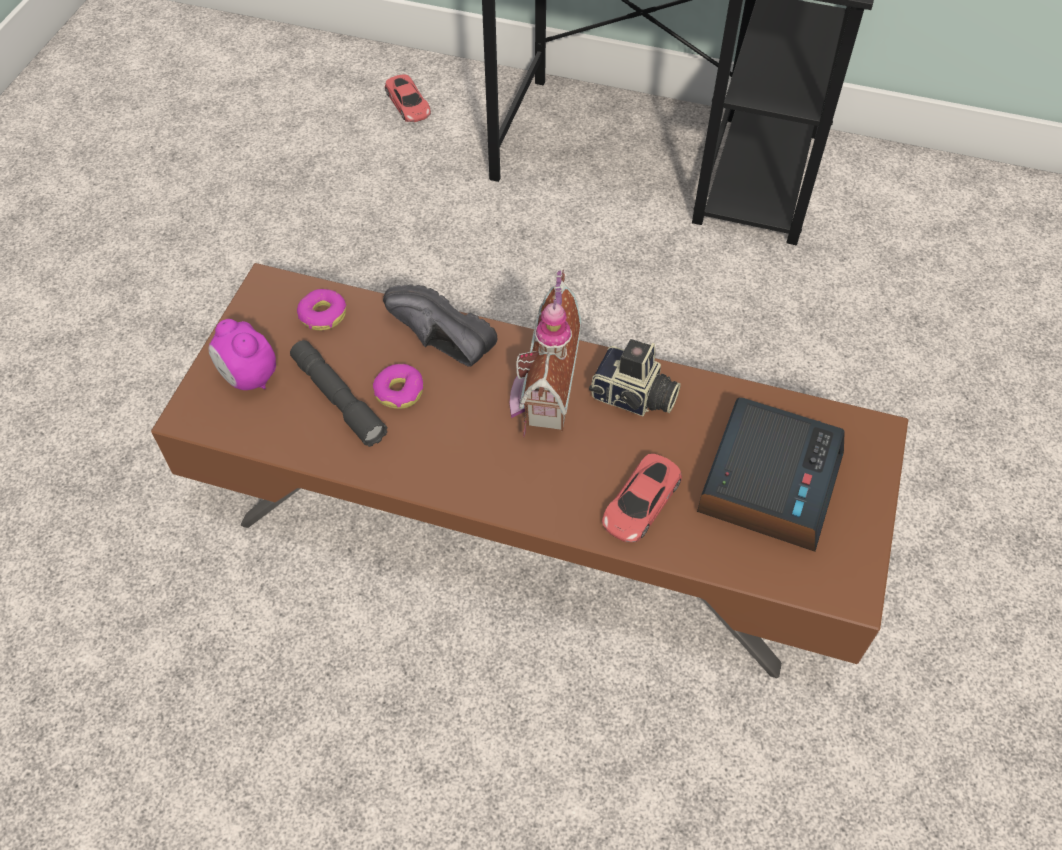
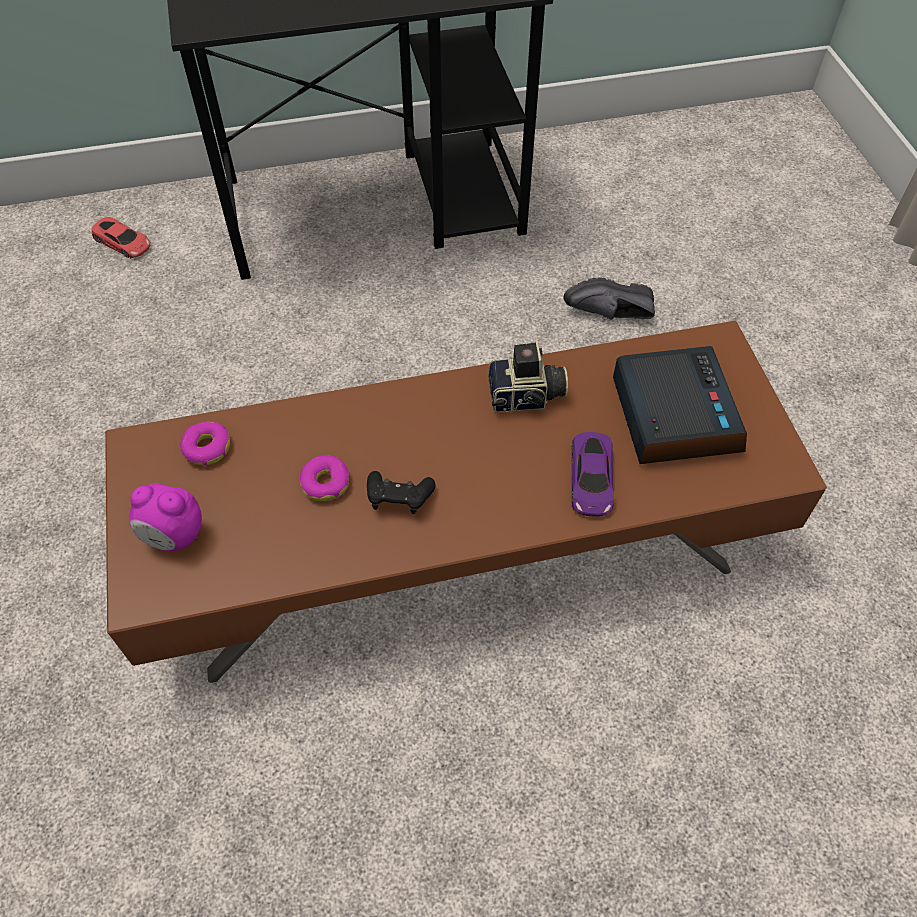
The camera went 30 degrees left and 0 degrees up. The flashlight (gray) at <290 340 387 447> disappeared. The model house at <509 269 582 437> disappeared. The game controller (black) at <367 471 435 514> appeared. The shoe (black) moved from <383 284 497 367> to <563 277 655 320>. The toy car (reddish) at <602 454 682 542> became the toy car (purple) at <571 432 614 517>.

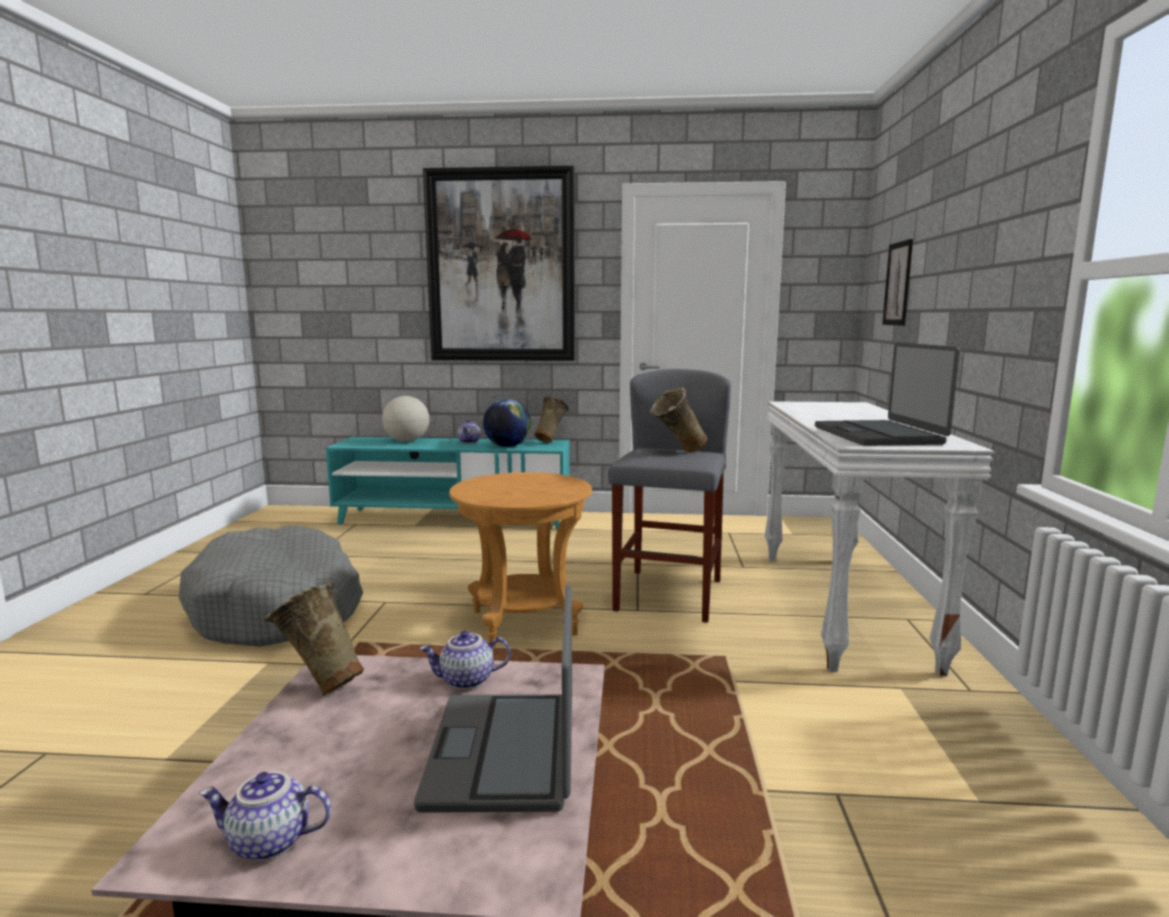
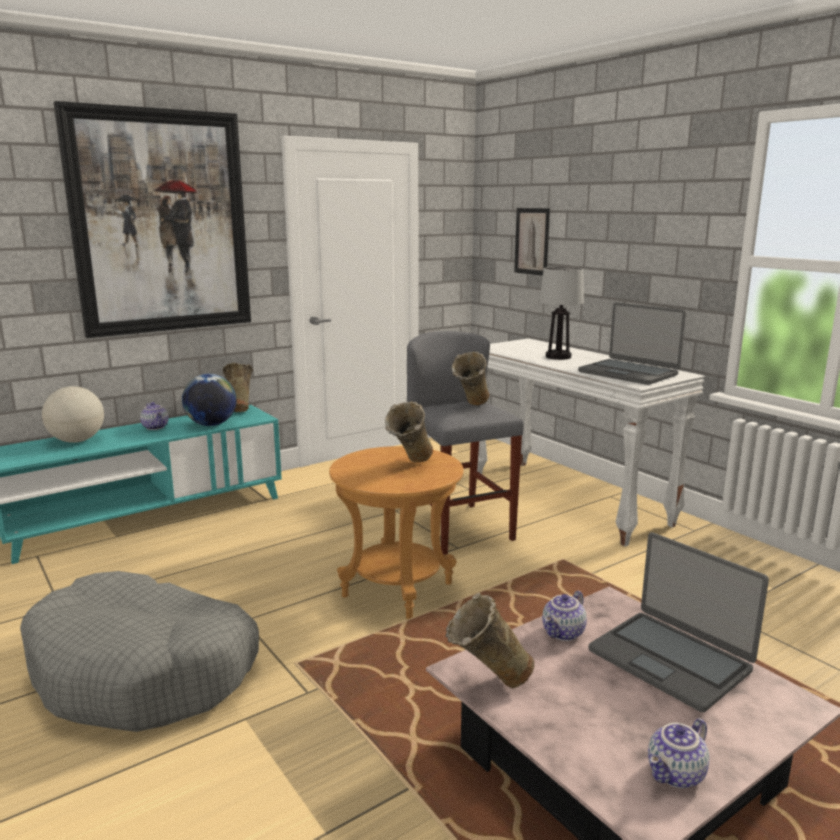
The camera went 40 degrees left and 5 degrees up. The flower vase (sand-coloured) at <385 401 433 463> appeared. The table lamp at <539 267 584 360> appeared.

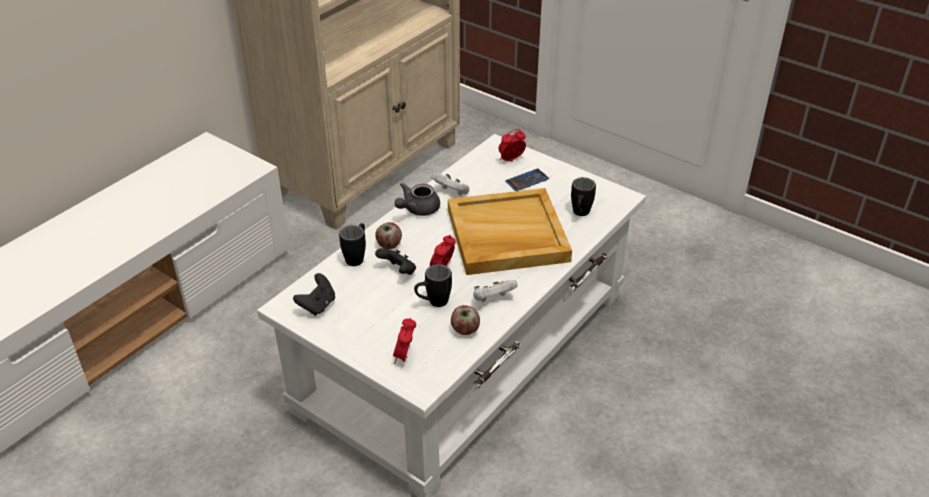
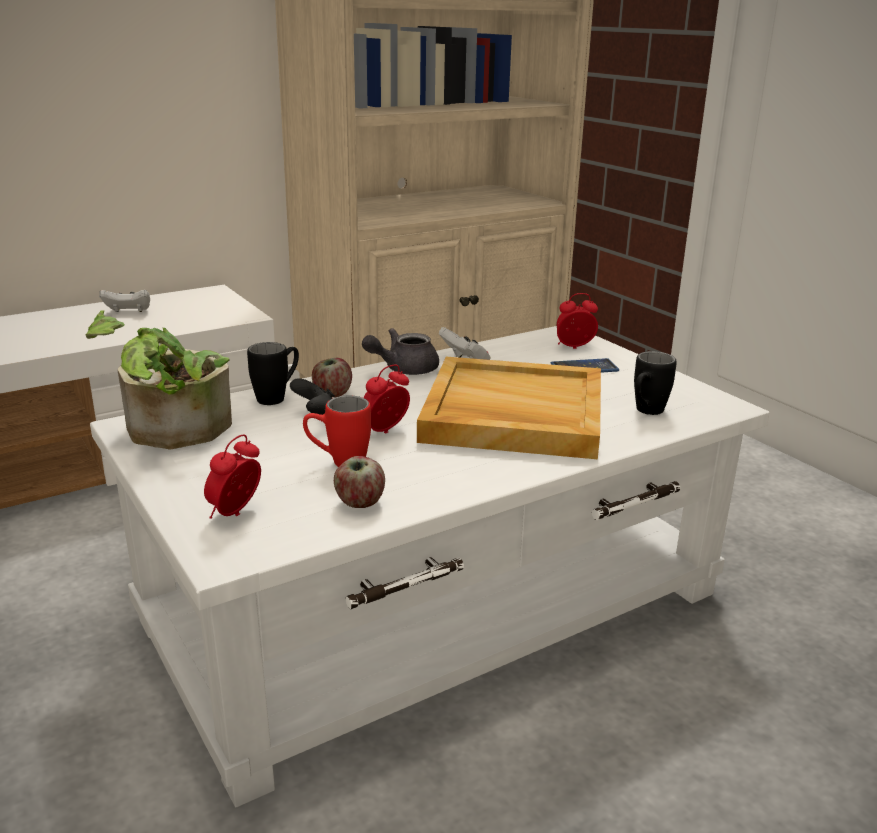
The camera went 20 degrees right and 15 degrees down. The game controller (whitish) moved from <473 280 518 302> to <99 290 150 312>. The game controller (black) at <293 273 335 316> was replaced by the potted plant at <86 310 232 450>. The coffee mug (black) at <414 264 452 307> became the coffee mug (reddish) at <303 396 371 467>.

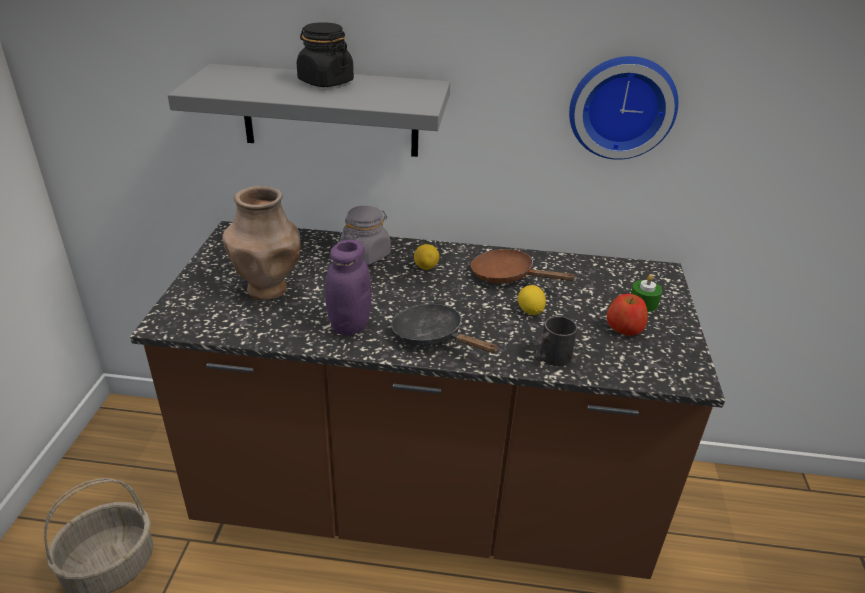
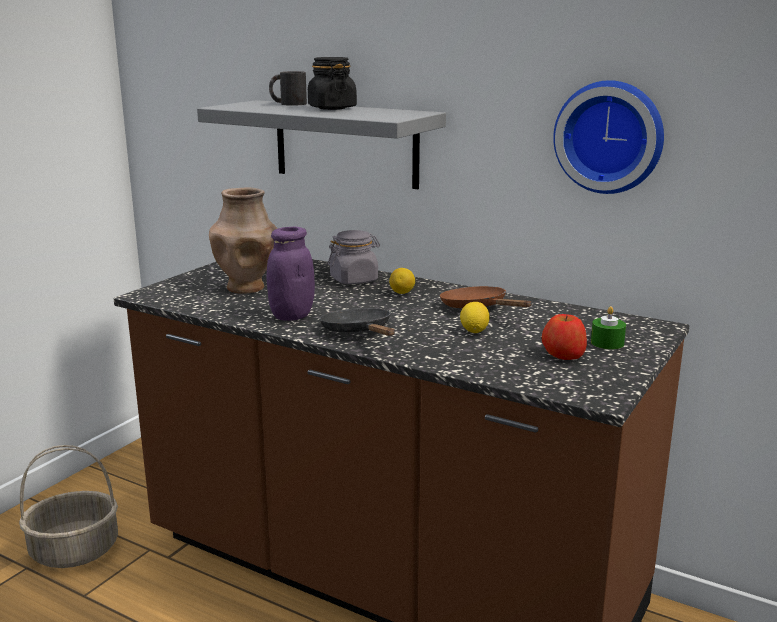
The camera went 25 degrees right and 15 degrees down. The coffee mug (black) moved from <534 316 577 366> to <269 71 307 106>.

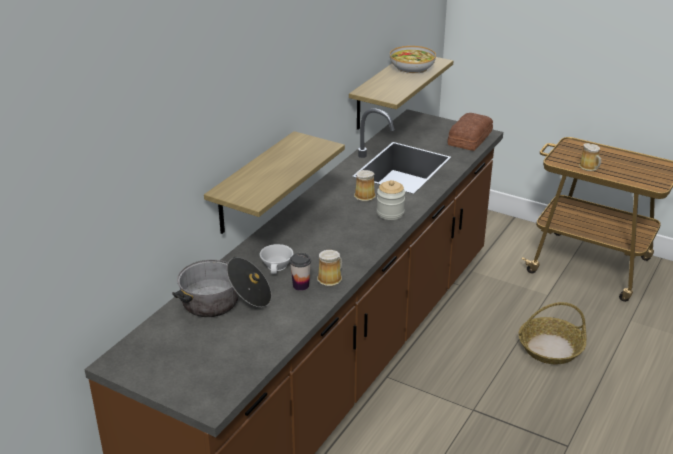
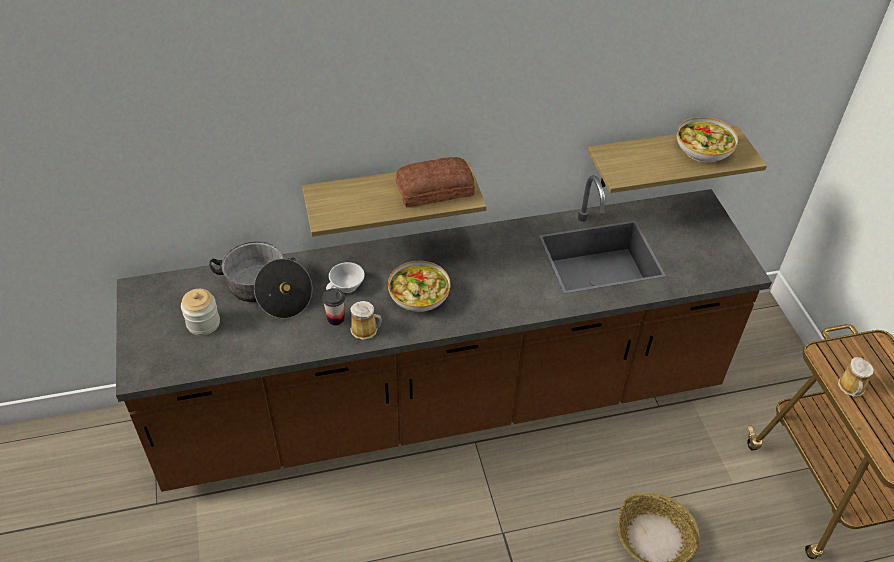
The camera went 45 degrees right and 15 degrees up. The coffee mug at <354 170 376 201> disappeared. The bowl at <388 261 450 312> appeared. The jar moved from <377 180 405 220> to <181 289 220 336>. The baked bread moved from <447 113 493 151> to <396 157 475 207>.

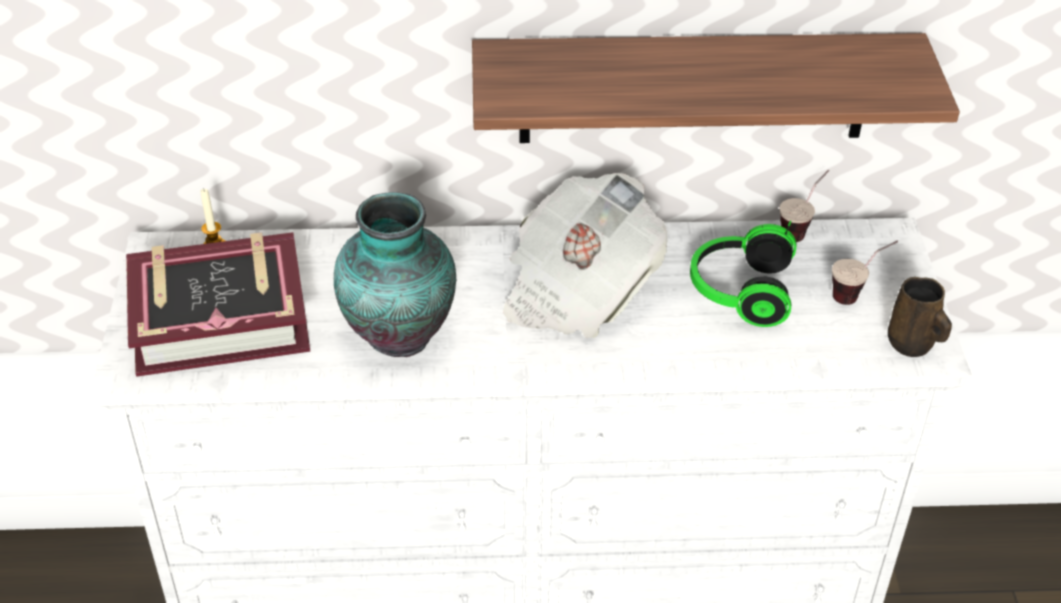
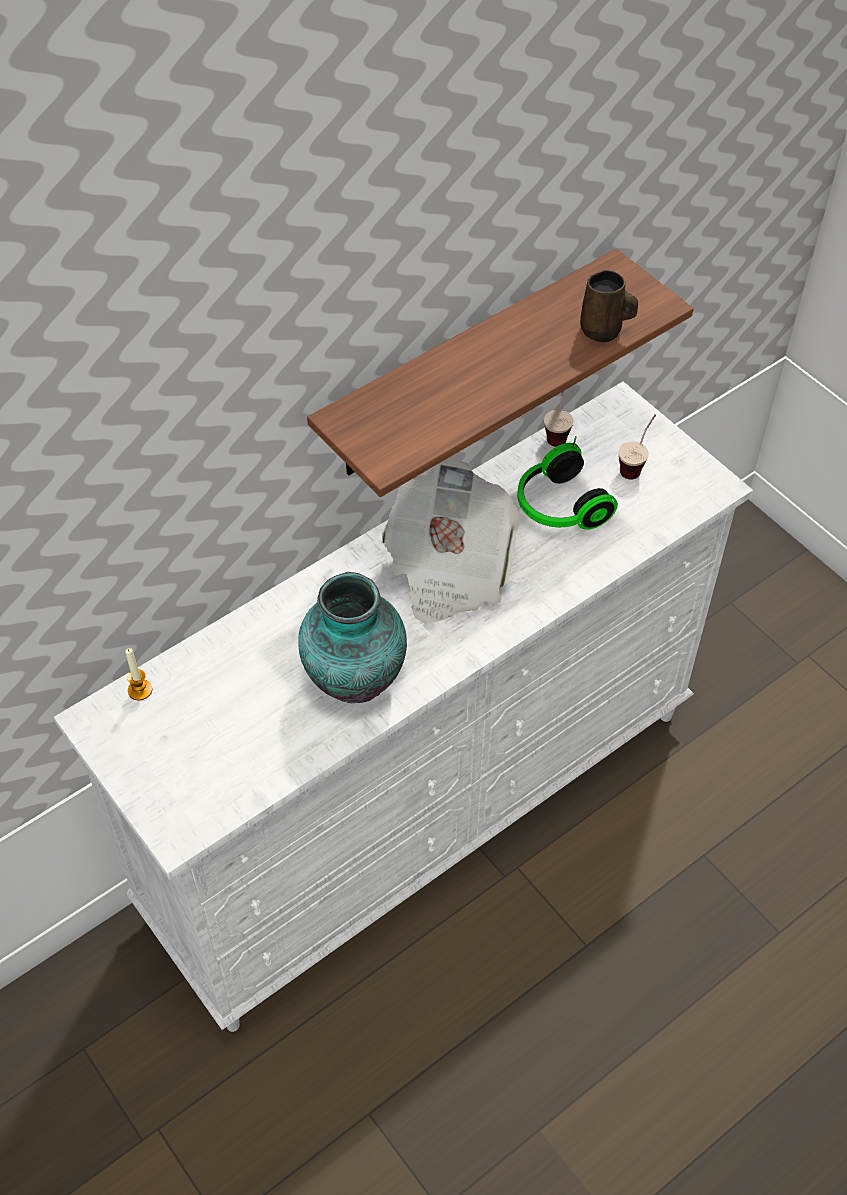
The camera went 35 degrees left and 10 degrees up. The book at <126 232 310 377> disappeared. The coffee mug (brown) moved from <888 277 952 357> to <580 269 638 342>.

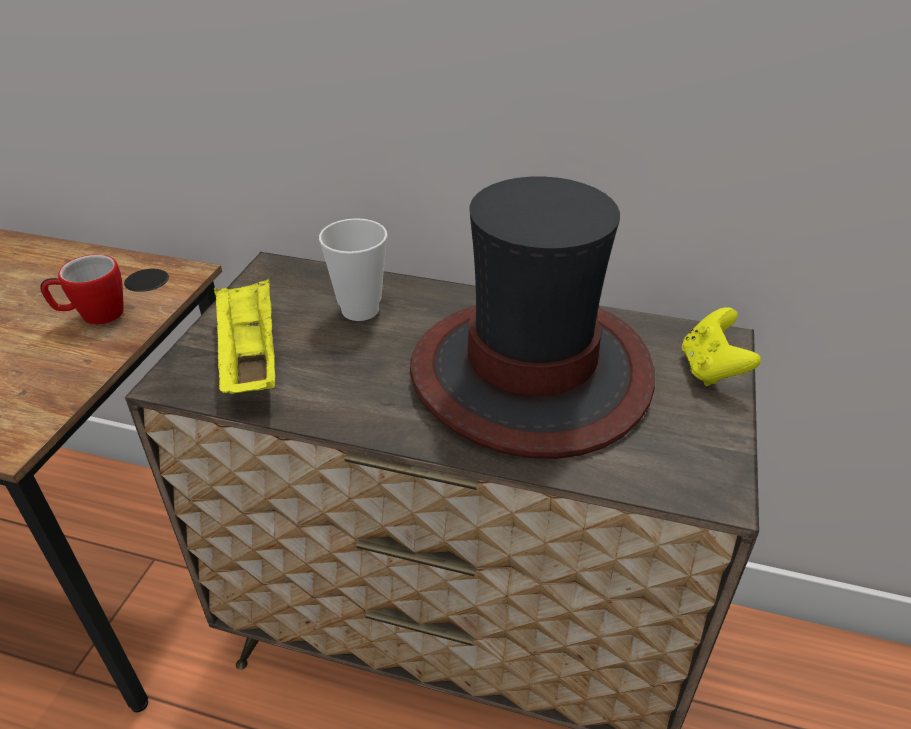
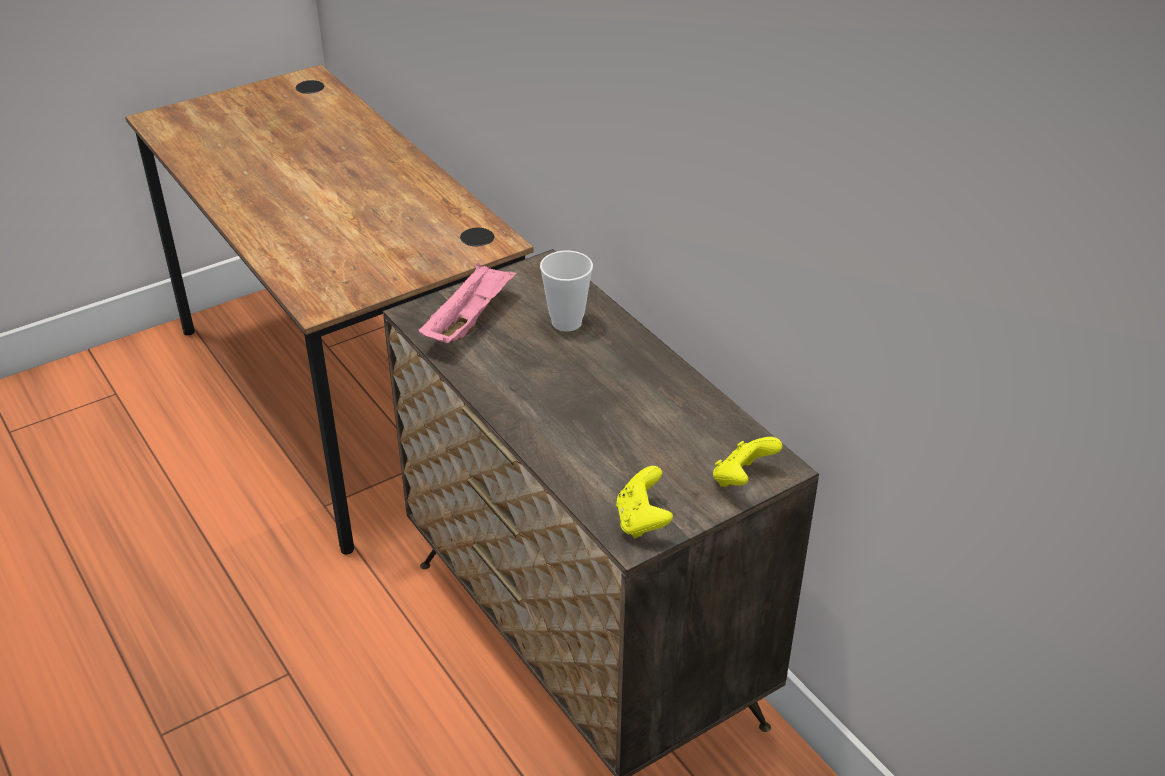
The camera went 40 degrees right and 0 degrees up. The coffee mug at <40 254 124 325> disappeared. The hat at <410 177 655 459> disappeared. The game controller (yellow-coloured) at <616 466 673 538> appeared. The tray (yellow-coloured) at <214 278 275 394> became the tray (pink) at <418 263 517 343>.

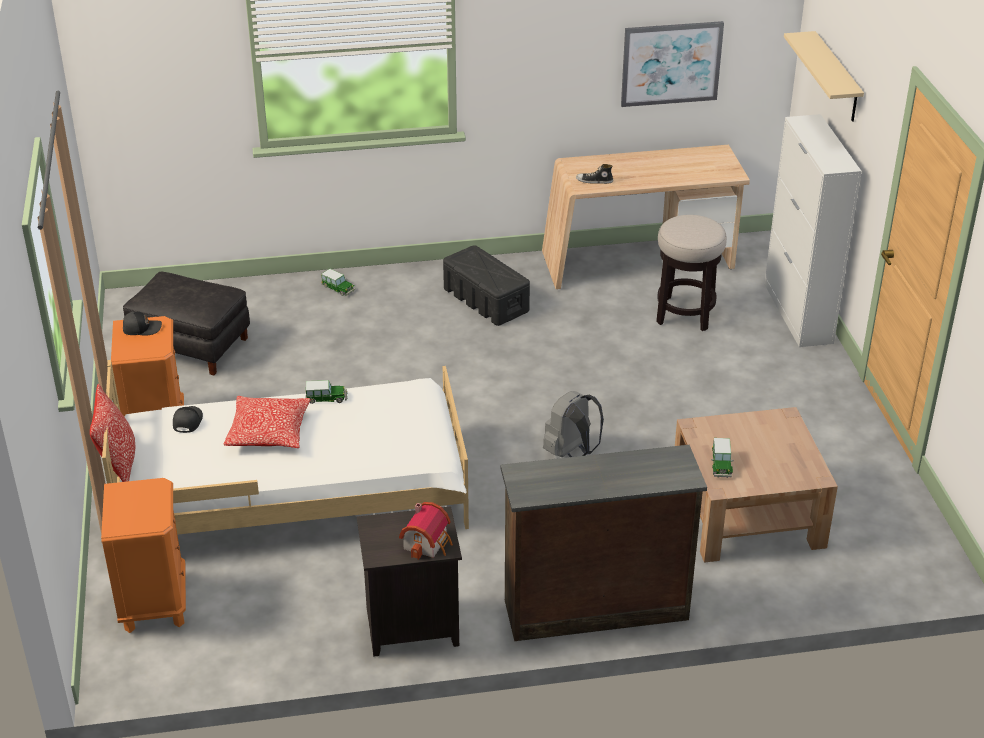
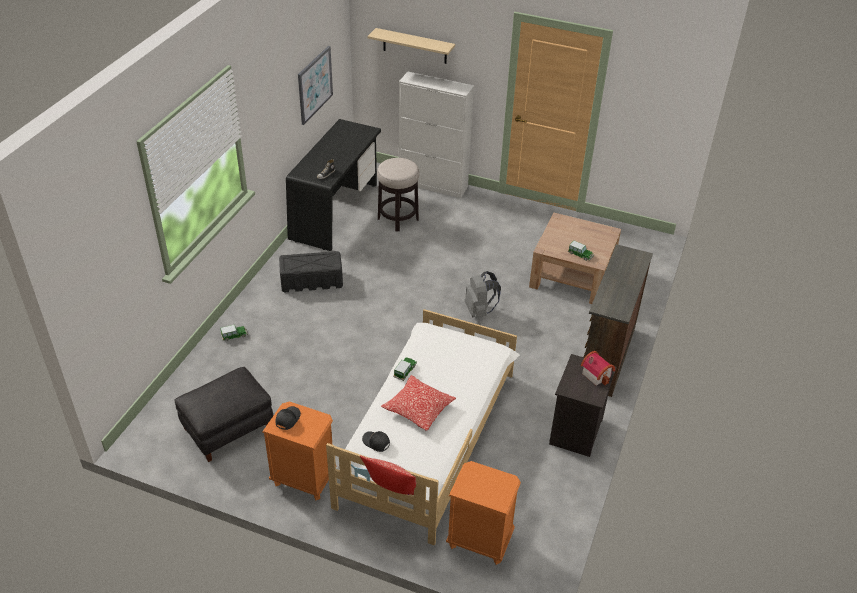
The camera went 60 degrees left and 5 degrees up. The desk table (sand-coloured) at <542 145 750 289> became the desk table (black) at <286 119 381 251>.

